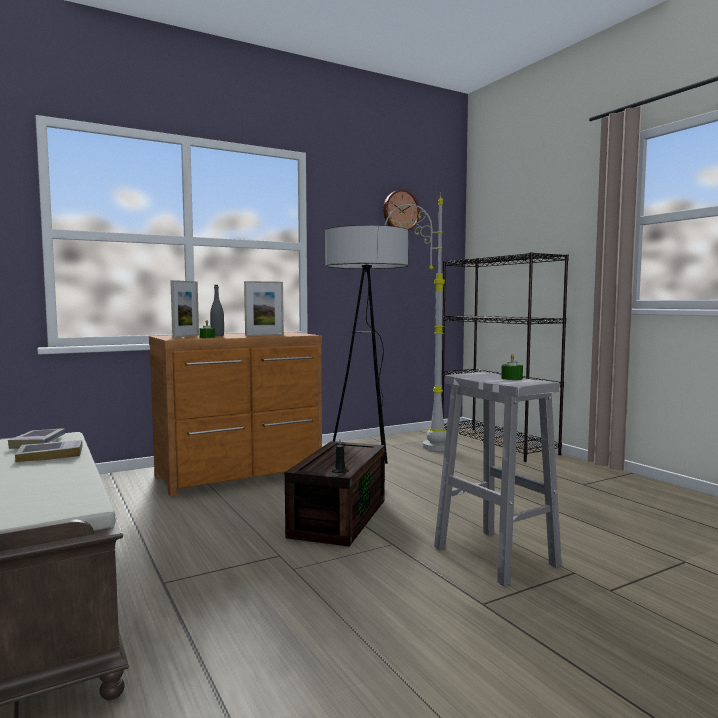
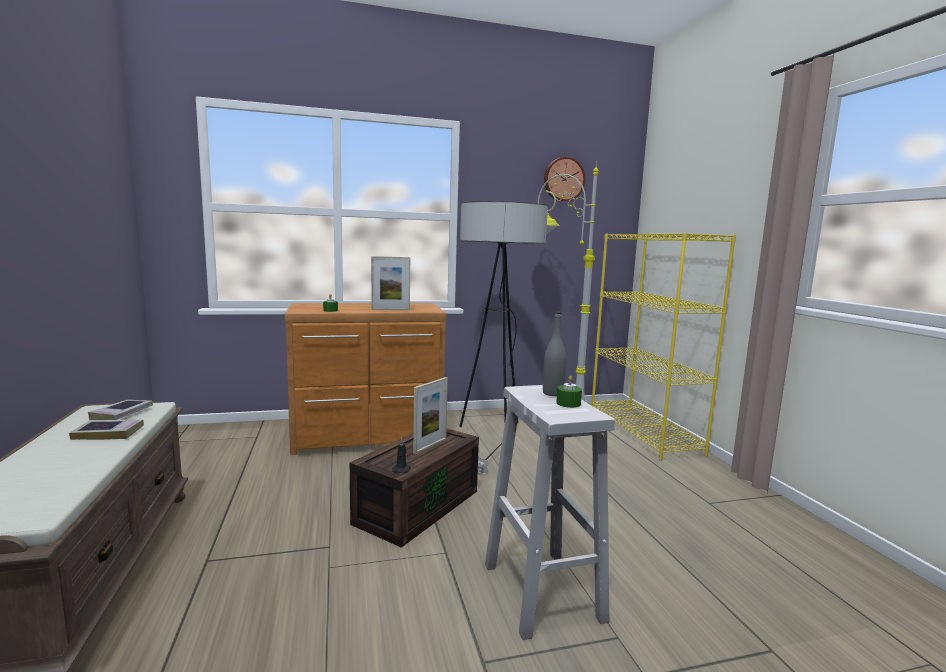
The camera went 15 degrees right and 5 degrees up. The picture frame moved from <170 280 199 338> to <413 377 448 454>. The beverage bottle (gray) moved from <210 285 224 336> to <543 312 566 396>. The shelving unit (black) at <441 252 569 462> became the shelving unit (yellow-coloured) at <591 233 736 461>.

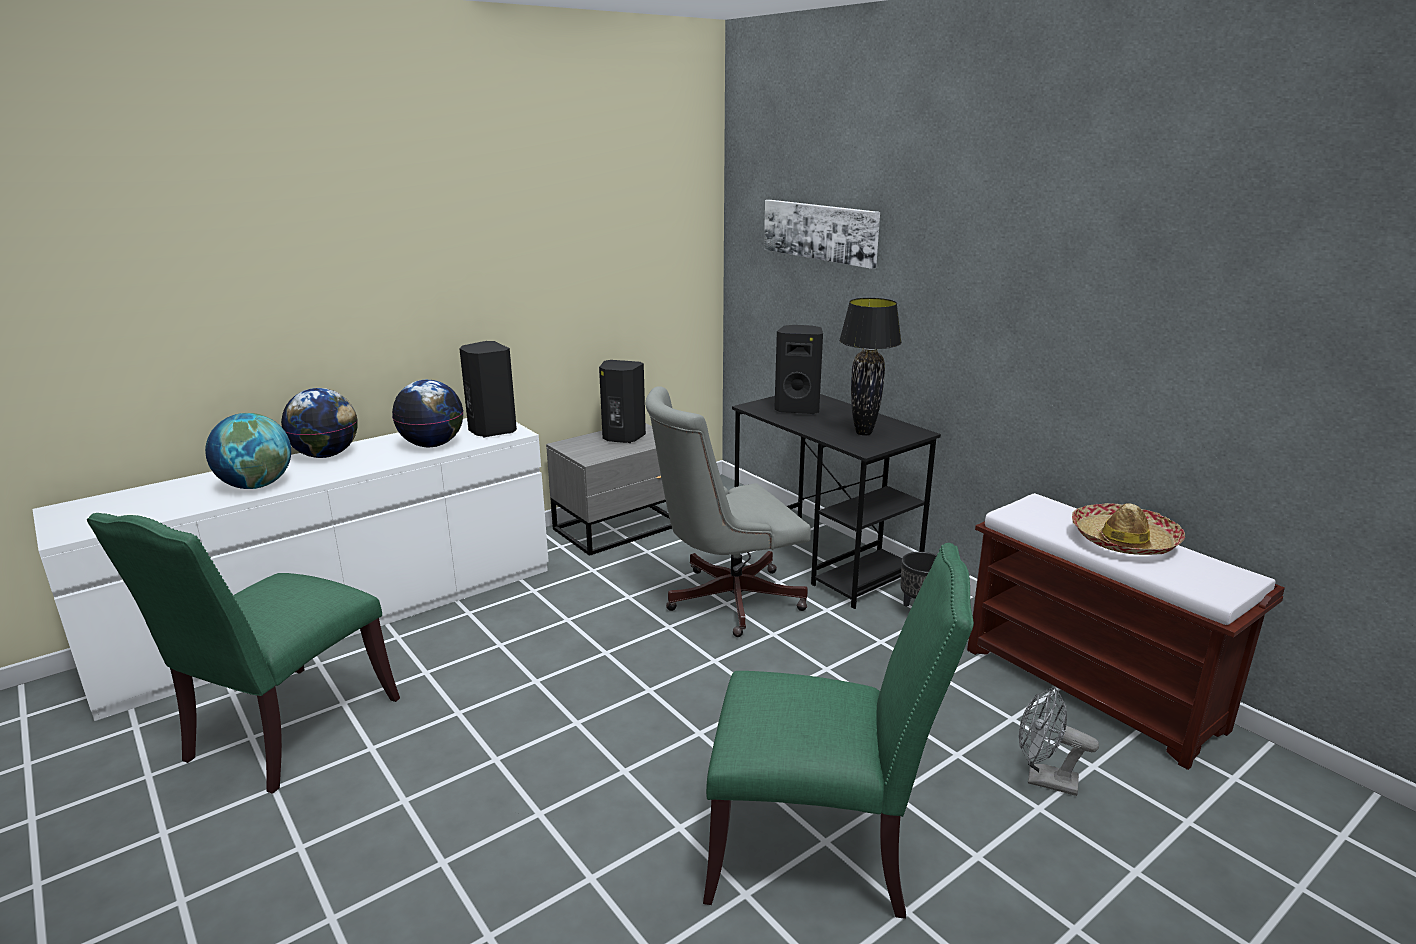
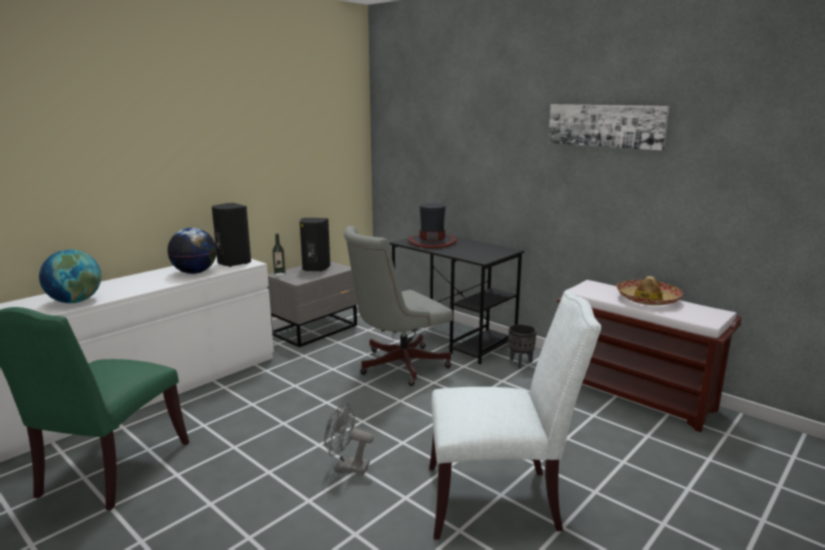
The camera went 10 degrees left and 5 degrees down. The globe at <281 388 358 458> disappeared. The table lamp (black) at <839 298 902 436> disappeared. The beverage bottle at <272 234 286 276> appeared. The wall art moved from <764 200 880 269> to <548 104 669 151>. The fan (gray) moved from <1019 687 1099 796> to <324 403 374 474>. The audio speaker (black) at <774 325 823 414> was replaced by the hat at <408 203 457 248>. The chair (green) at <703 543 974 919> became the chair (whitish) at <429 290 601 540>.

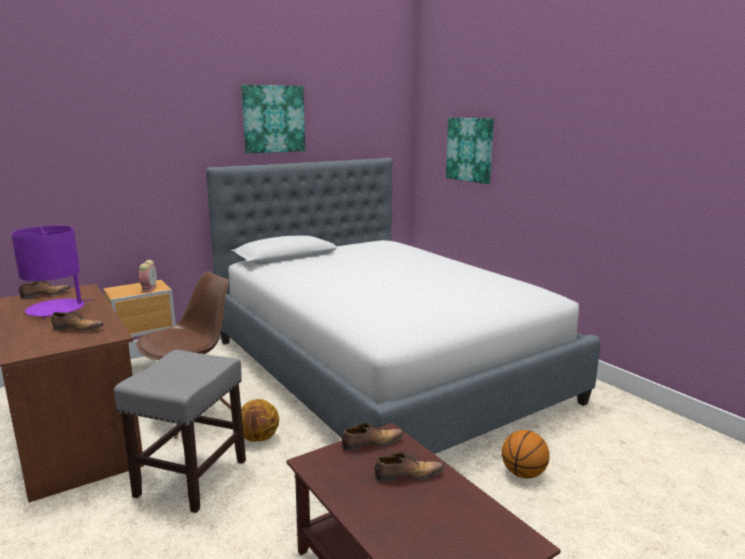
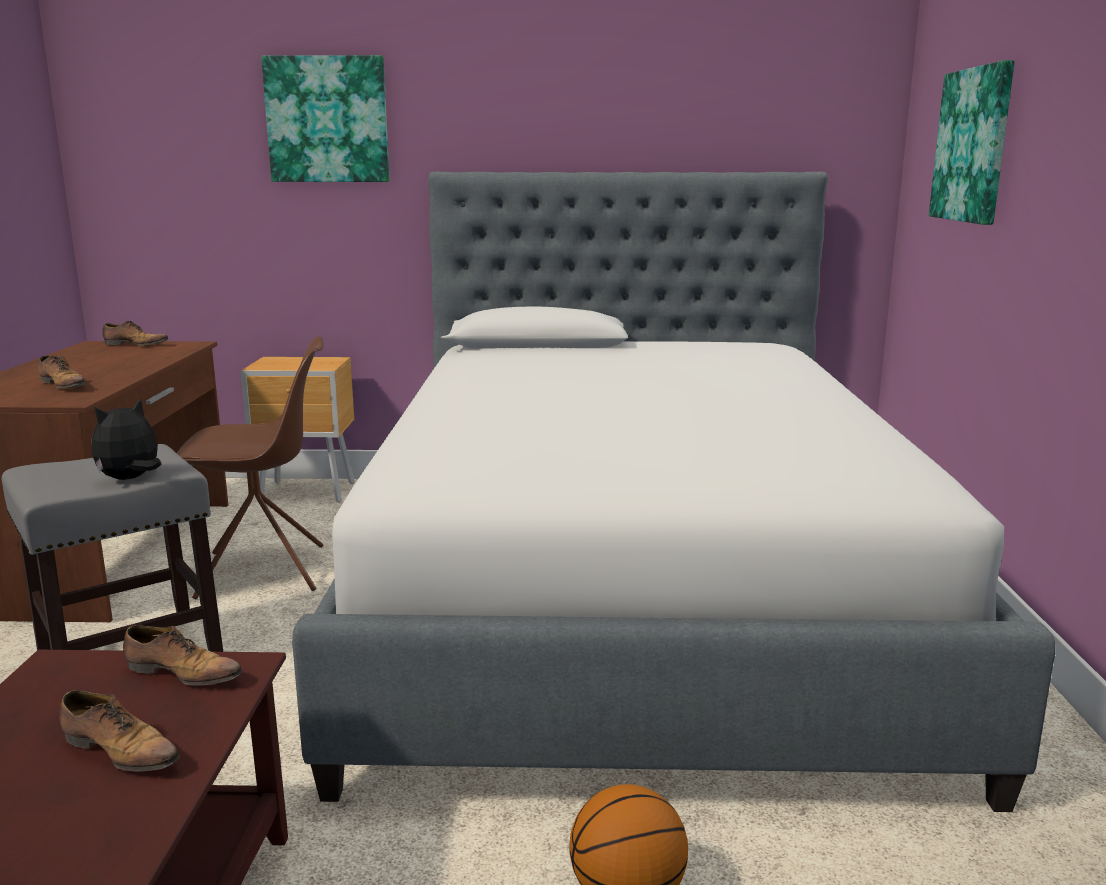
The camera went 35 degrees right and 0 degrees up. The table lamp (purple) at <11 226 92 318> disappeared. The bedside clock at <139 260 157 292> disappeared. The basketball ball at <241 399 279 442> disappeared. The soft toy at <92 398 161 480> appeared. The wall art moved from <241 84 305 154> to <261 55 389 182>.

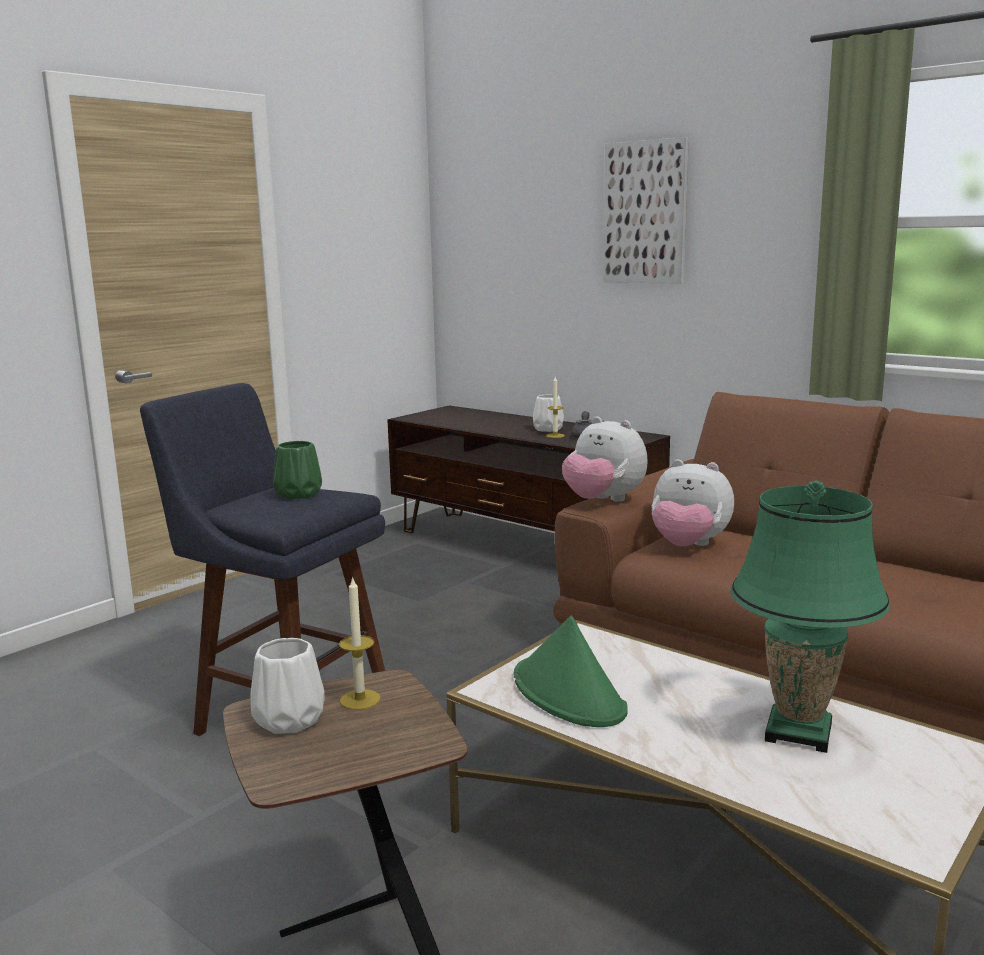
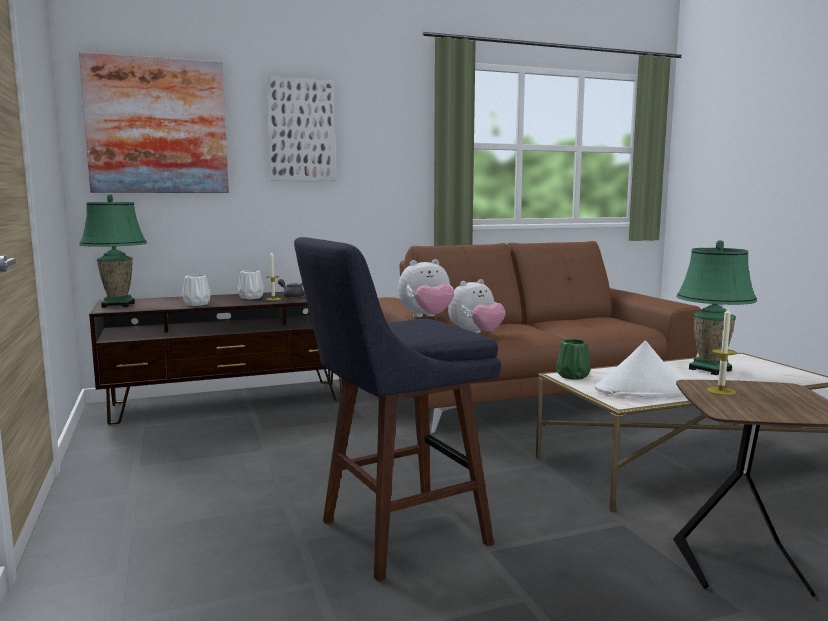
The camera went 60 degrees left and 5 degrees down. The wall art at <79 52 229 193> appeared. The table lamp (green) at <79 194 147 308> appeared. The flower vase (whitish) moved from <250 638 325 734> to <182 275 211 306>. The flower vase (green) moved from <273 441 322 499> to <556 339 591 380>. The hat (green) at <513 616 628 727> became the hat (whitish) at <595 341 683 397>.

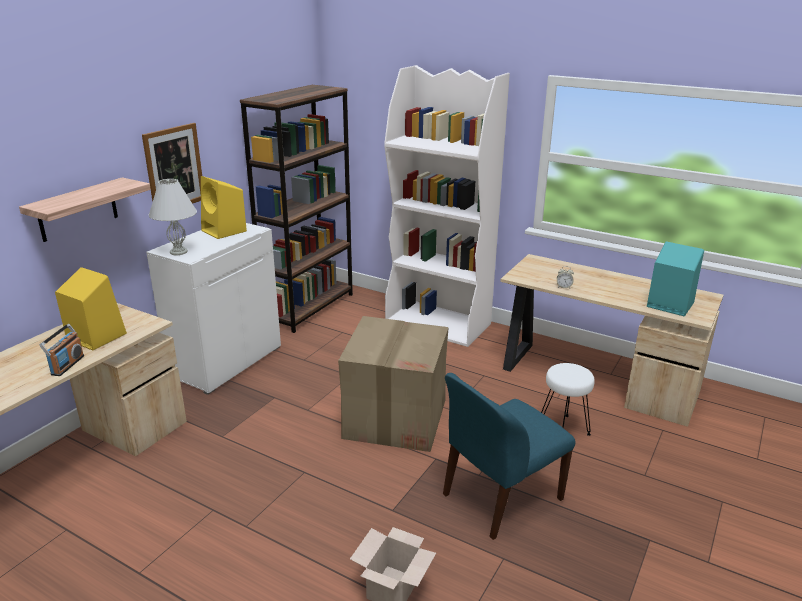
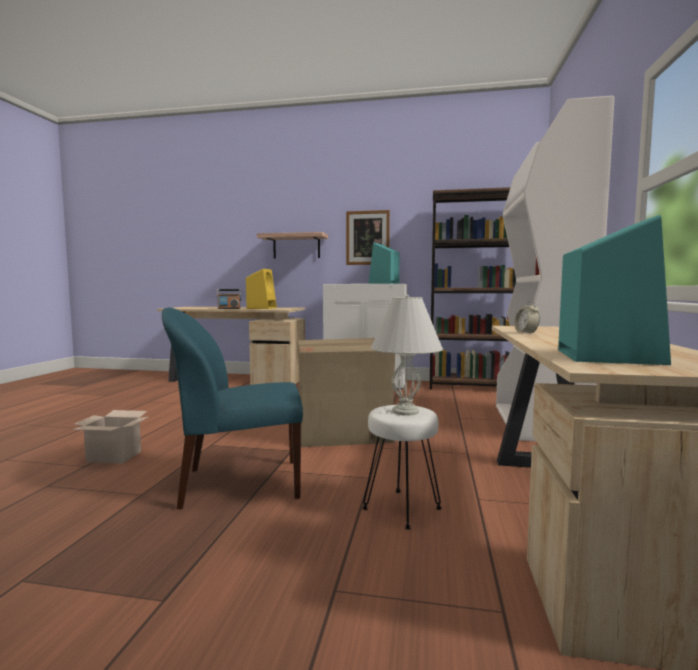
The camera went 70 degrees right and 20 degrees down. The table lamp (whitish) moved from <149 179 197 255> to <371 295 443 416>. The audio speaker (yellow-coloured) at <201 176 247 239> became the audio speaker (turquoise-coloured) at <368 243 400 284>. The chair (blue) at <443 373 575 540> turned 45 degrees counterclockwise.

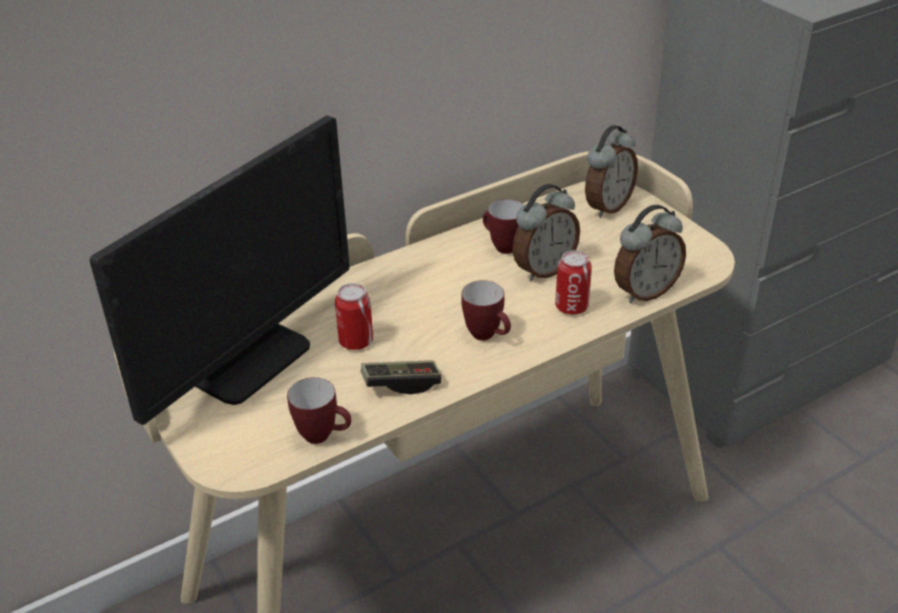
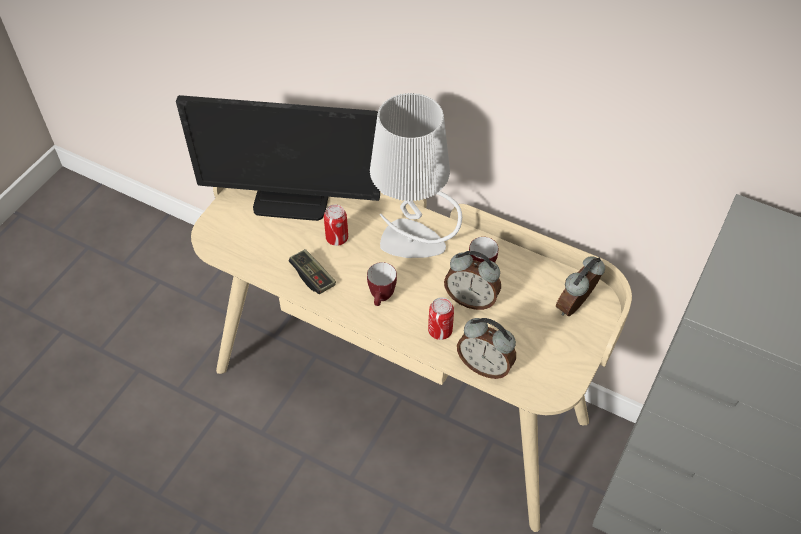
The camera went 60 degrees right and 15 degrees up. The coffee mug at <287 377 351 444> disappeared. The table lamp (gray) at <370 93 462 258> appeared. The bedside clock at <585 125 638 218> turned 120 degrees clockwise.

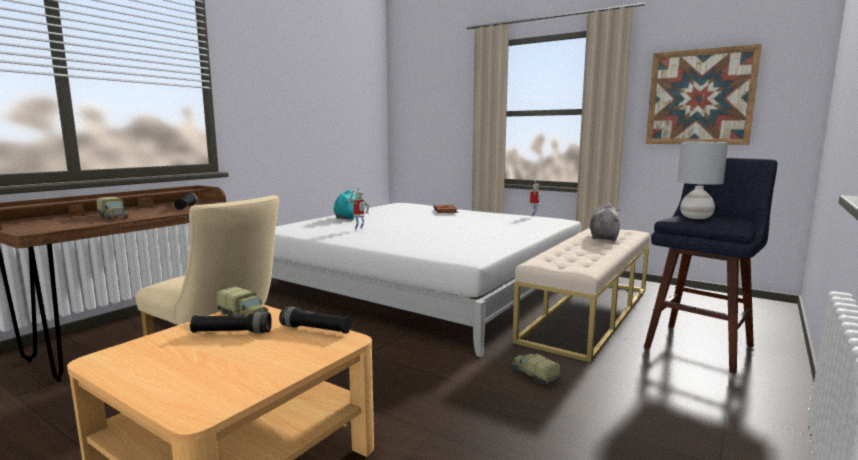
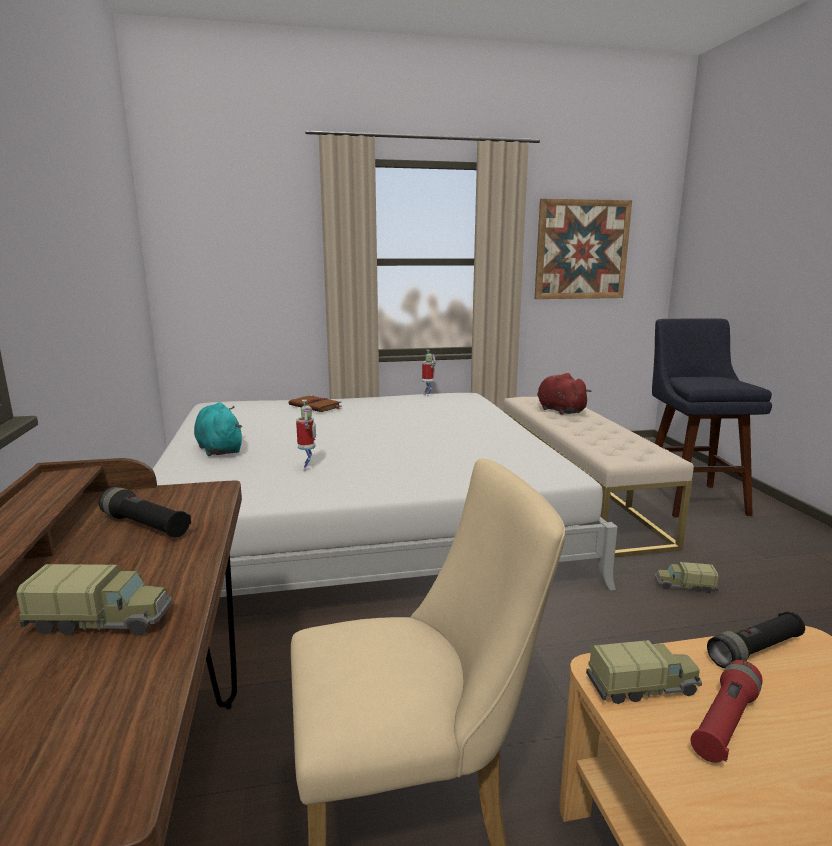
The camera went 45 degrees left and 5 degrees up. The table lamp (gray) at <677 142 728 219> disappeared. The flashlight (black) at <190 312 272 333> became the flashlight (reddish) at <691 660 763 763>. The soft toy (gray) at <590 204 621 241> became the soft toy (reddish) at <537 373 592 415>.

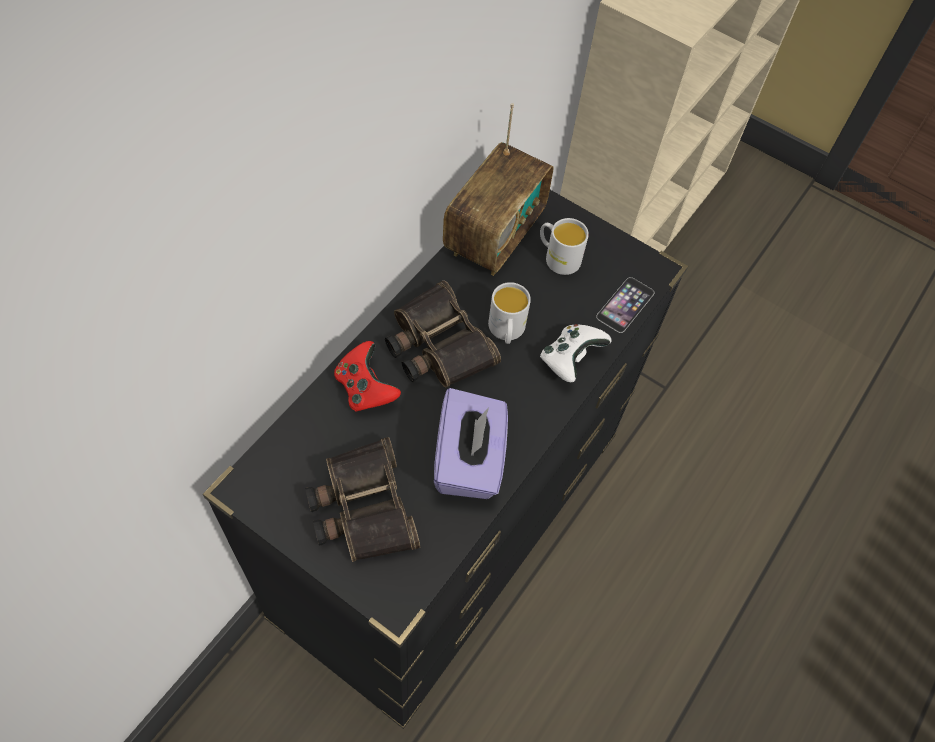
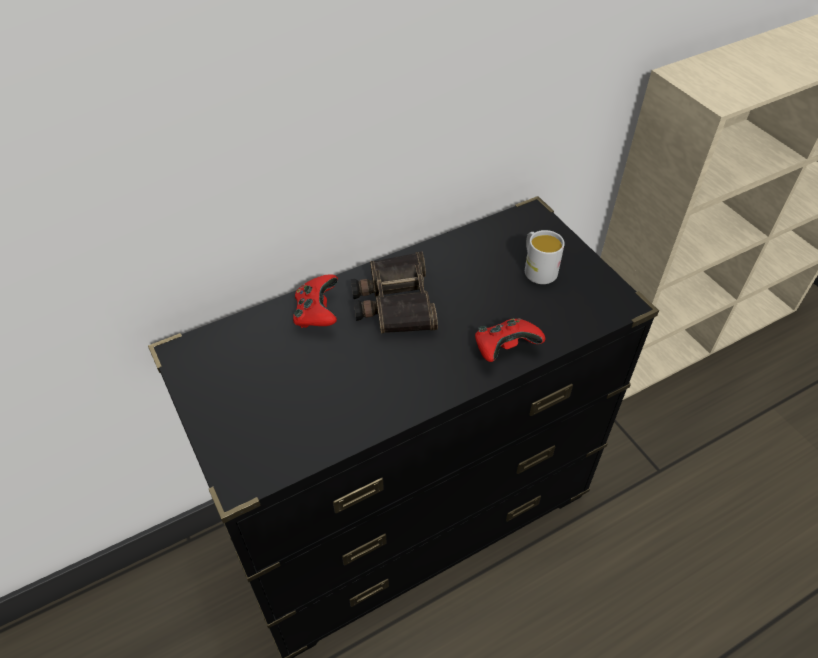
The camera went 30 degrees right and 10 degrees down. The pair of binoculars at <305 437 420 562> disappeared. The box of tissues (purple) at <434 388 508 499> disappeared. The radio set at <443 103 554 276> disappeared. The coffee mug (whitish) at <488 282 531 344> disappeared. The telephone at <596 277 655 333> disappeared. The game controller (whitish) at <540 324 612 382> became the game controller (reddish) at <475 318 545 362>.

